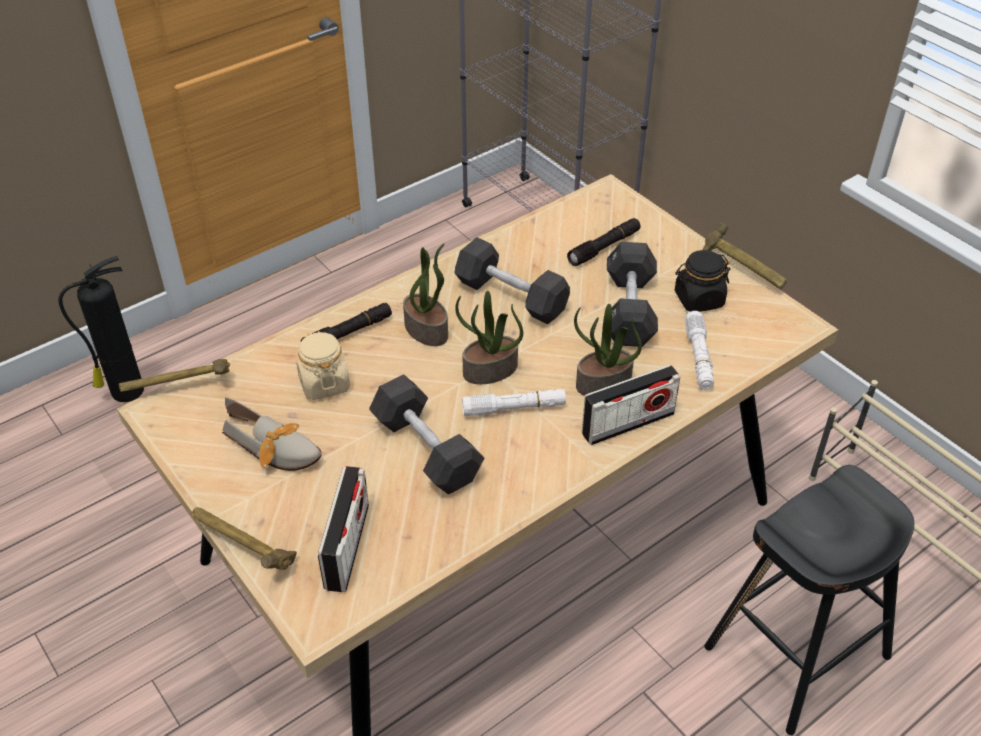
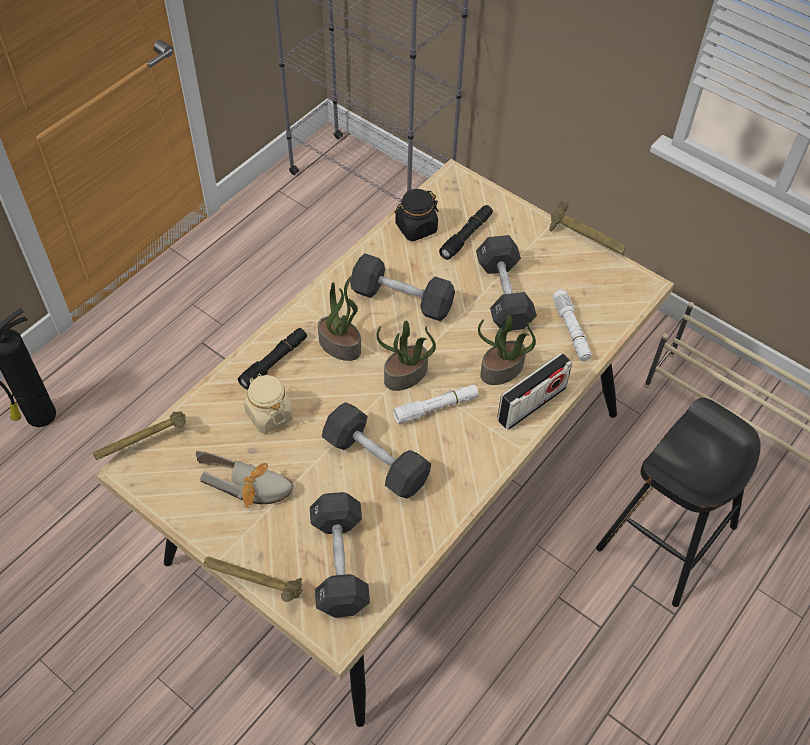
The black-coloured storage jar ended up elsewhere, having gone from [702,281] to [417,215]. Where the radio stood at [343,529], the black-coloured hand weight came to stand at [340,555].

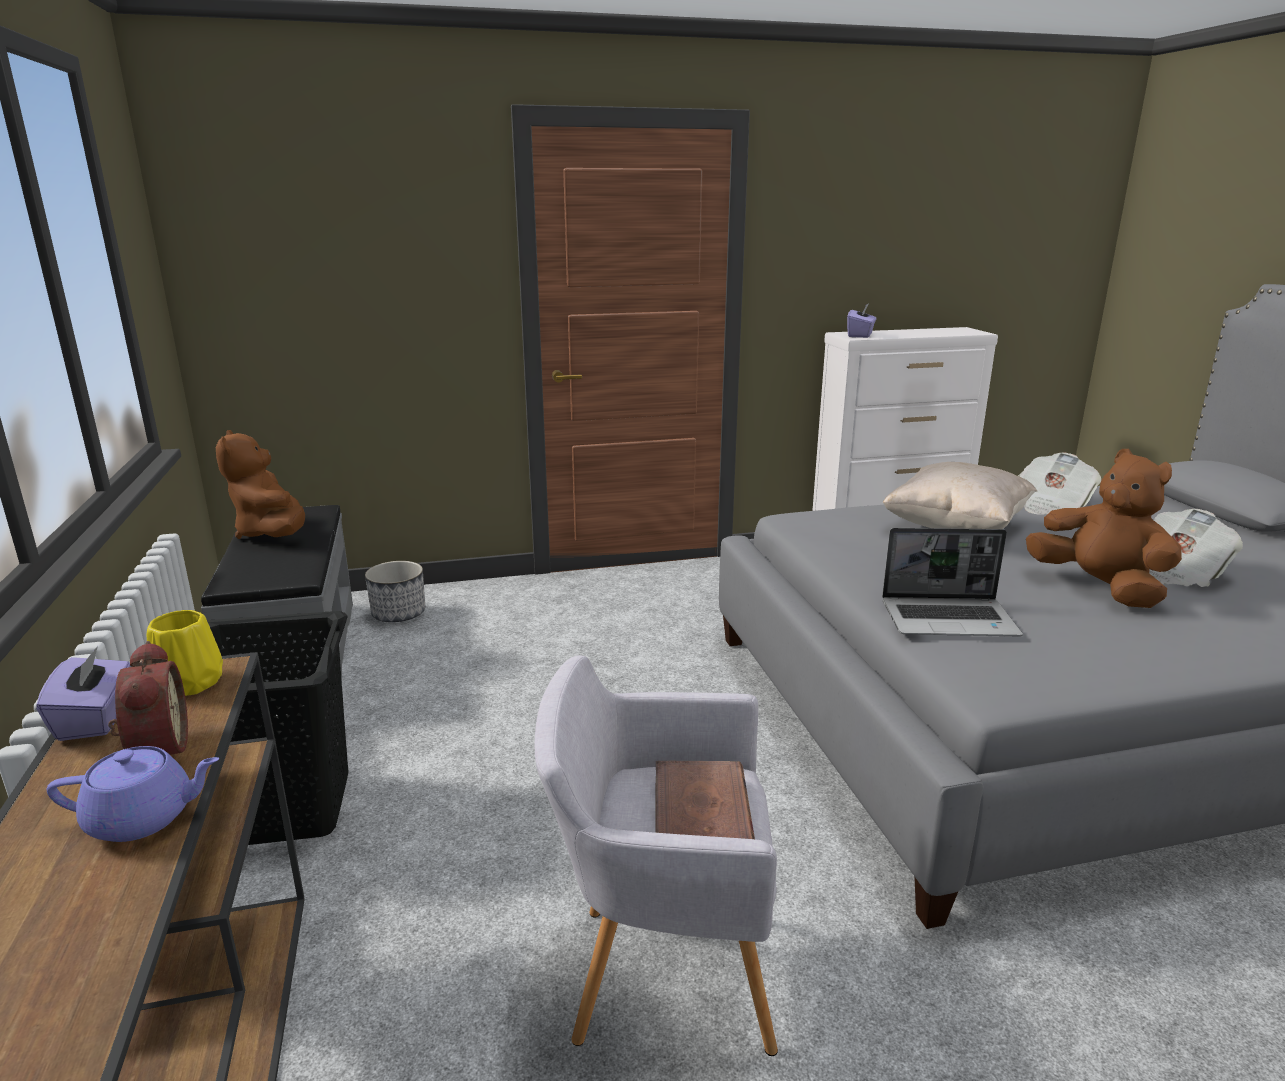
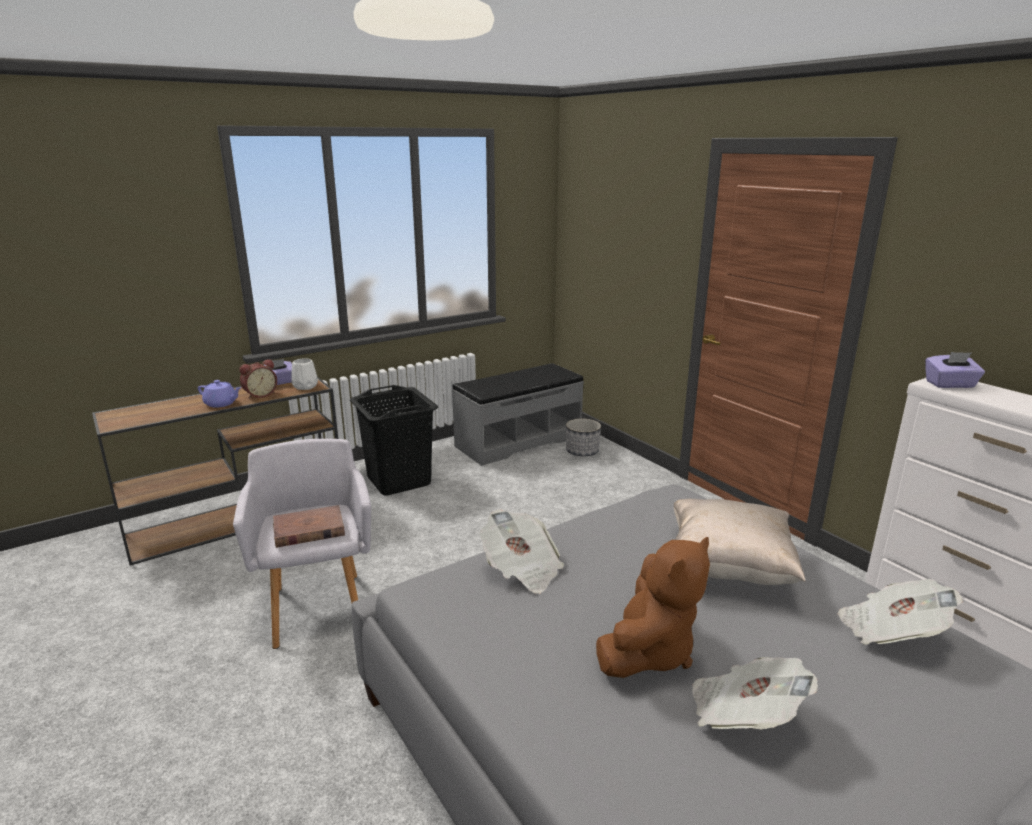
The second view lost the brown plush toy at [260,484]. Where the laptop stood at [952,582], the daily paper came to stand at [521,551]. What was the yellowish vase at [185,653] turned into the white-coloured vase at [304,374]. The purplish teapot at [133,794] ended up facing another way, 45 degrees counterclockwise from before.

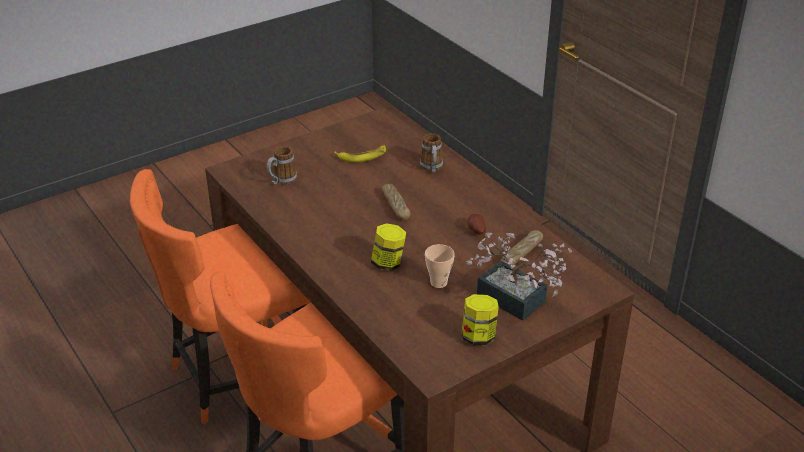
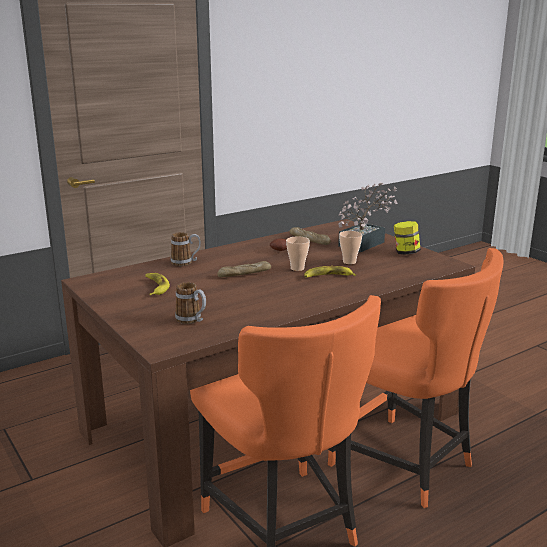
The second view gained the cup at [298,253]. Where the storage jar stood at [388,247], the banana fruit came to stand at [330,271].

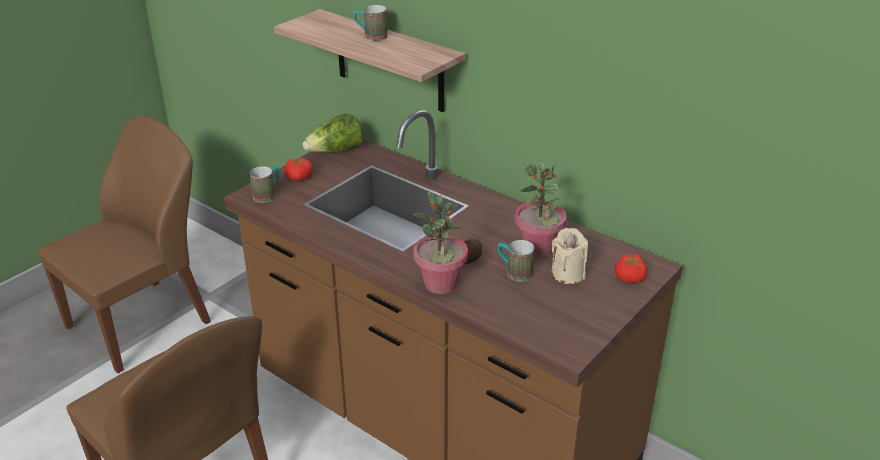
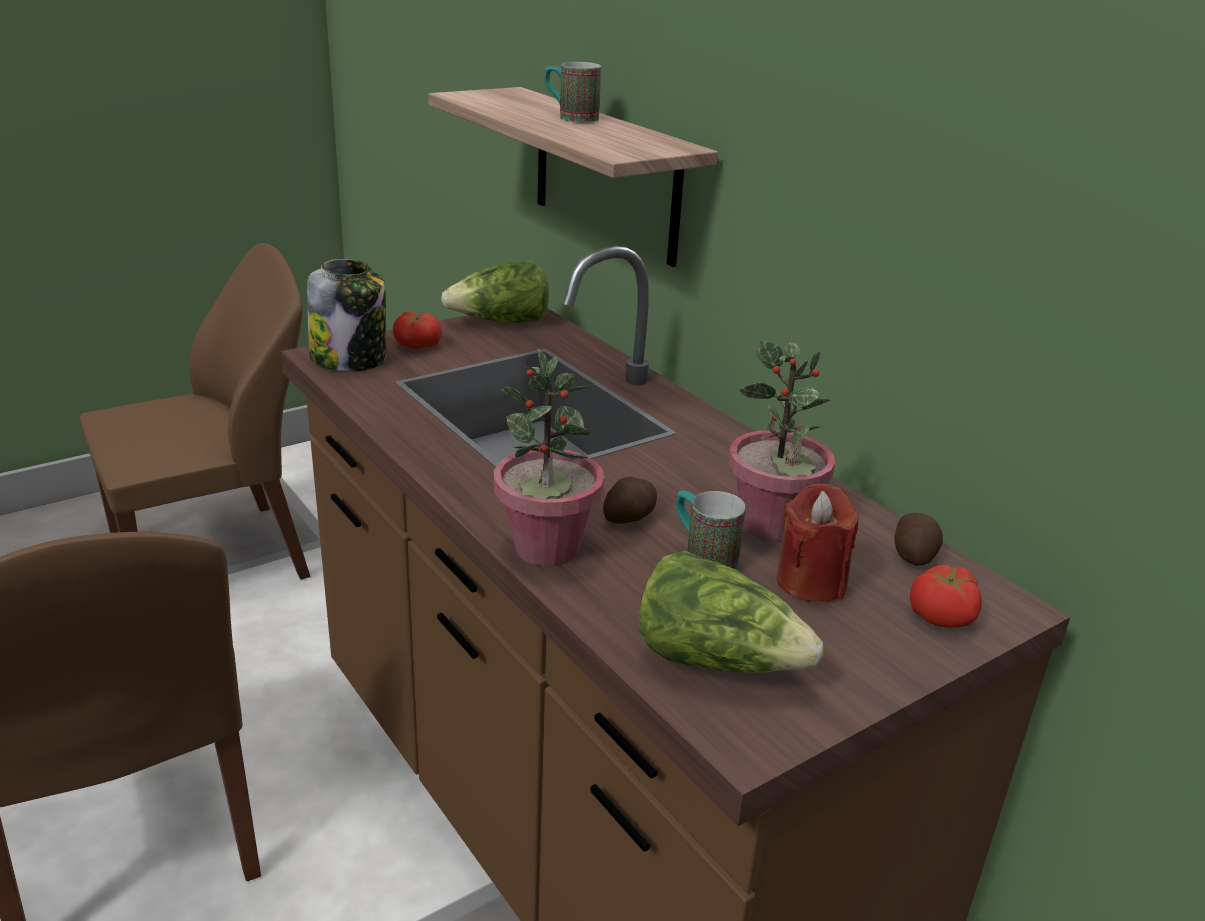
The second view gained the lettuce head at [730,612]. The second view gained the potato at [918,539]. Where the tea mug stood at [264,184], the storage jar came to stand at [346,315]. What was the beige-coloured wax candle at [569,256] turned into the reddish wax candle at [817,542].

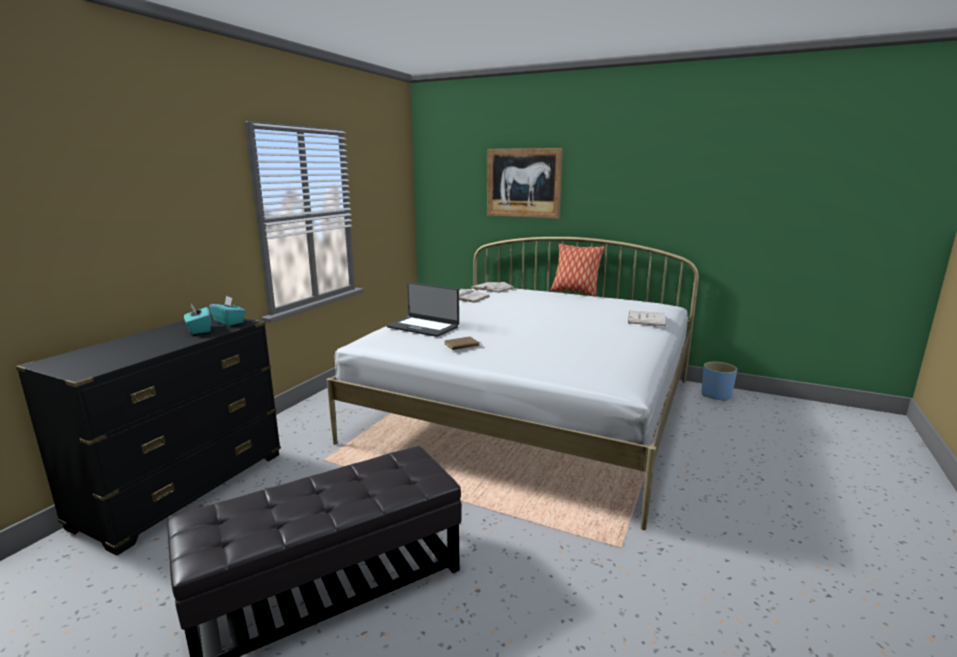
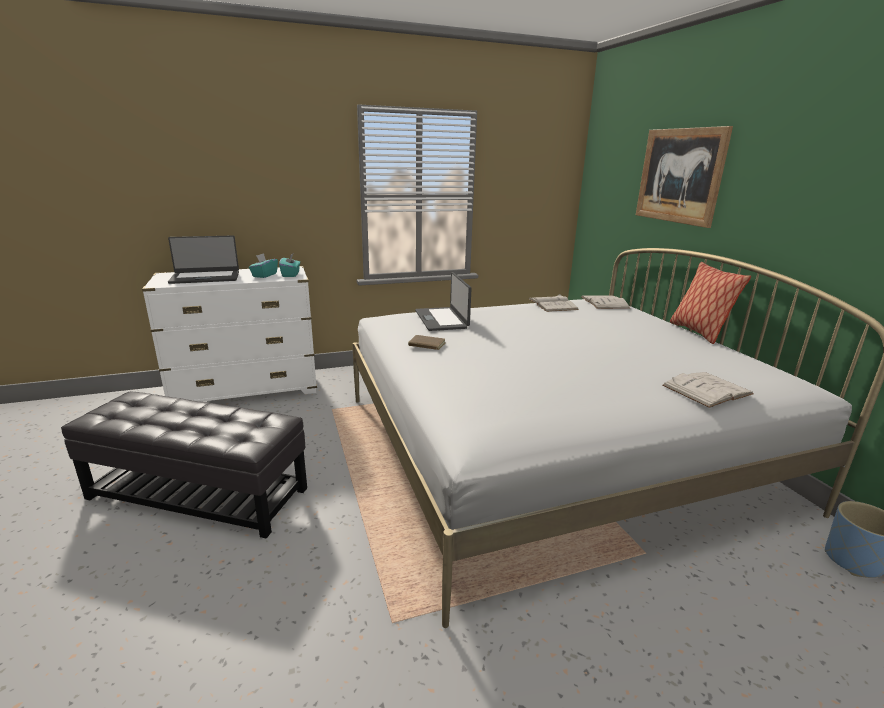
The second view gained the laptop at [203,260]. What was the black-coloured drawer chest at [148,434] turned into the white-coloured drawer chest at [229,334].

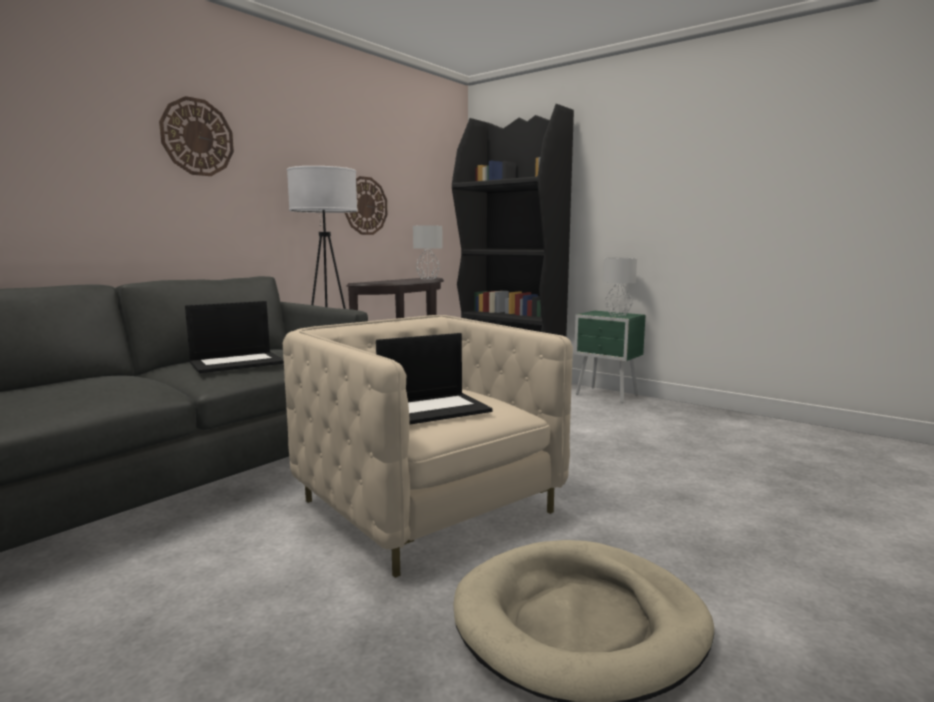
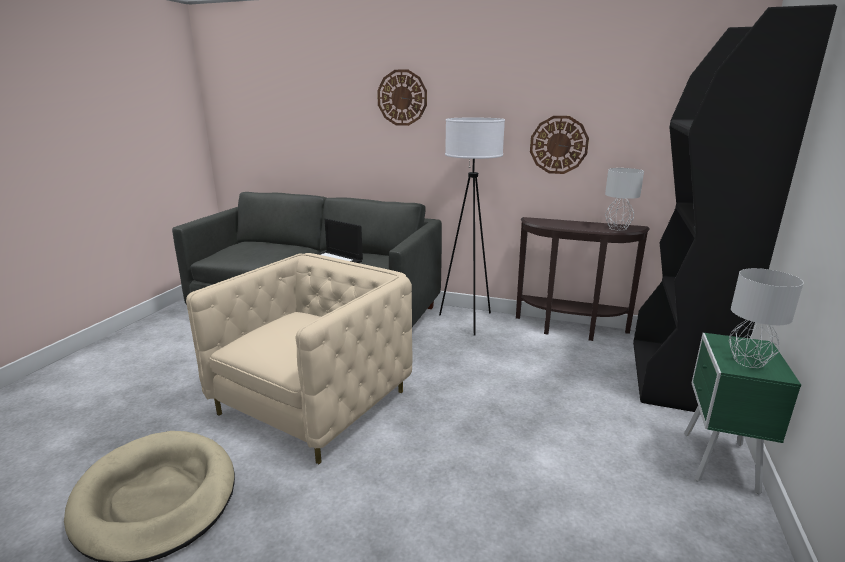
The second view lost the laptop at [434,379].

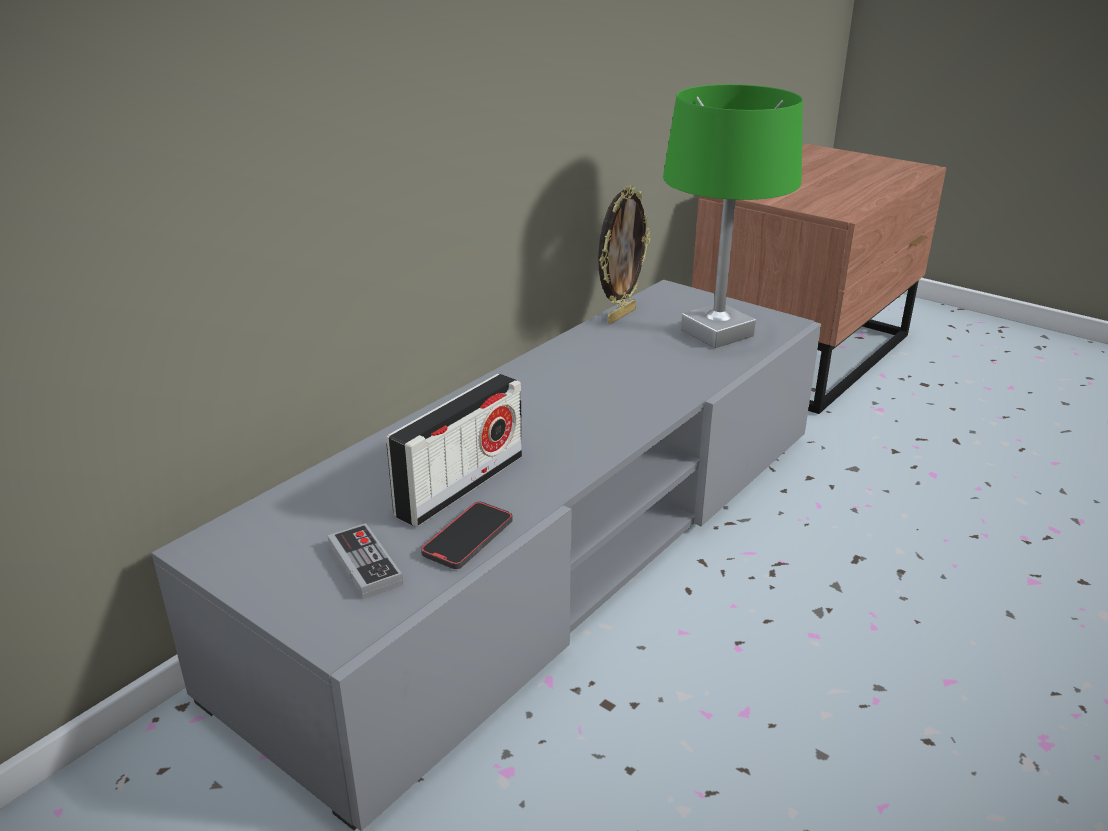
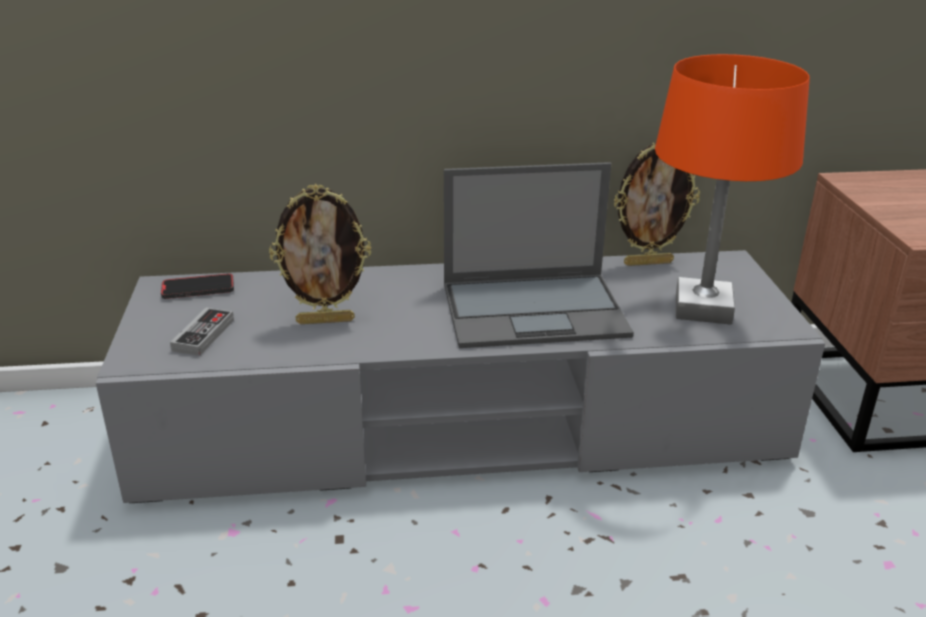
The second view gained the laptop at [539,255]. The phone ended up elsewhere, having gone from [467,535] to [197,286]. Where the radio stood at [454,450], the standing frame came to stand at [320,254]. What was the green table lamp at [733,216] turned into the orange-coloured table lamp at [732,189].

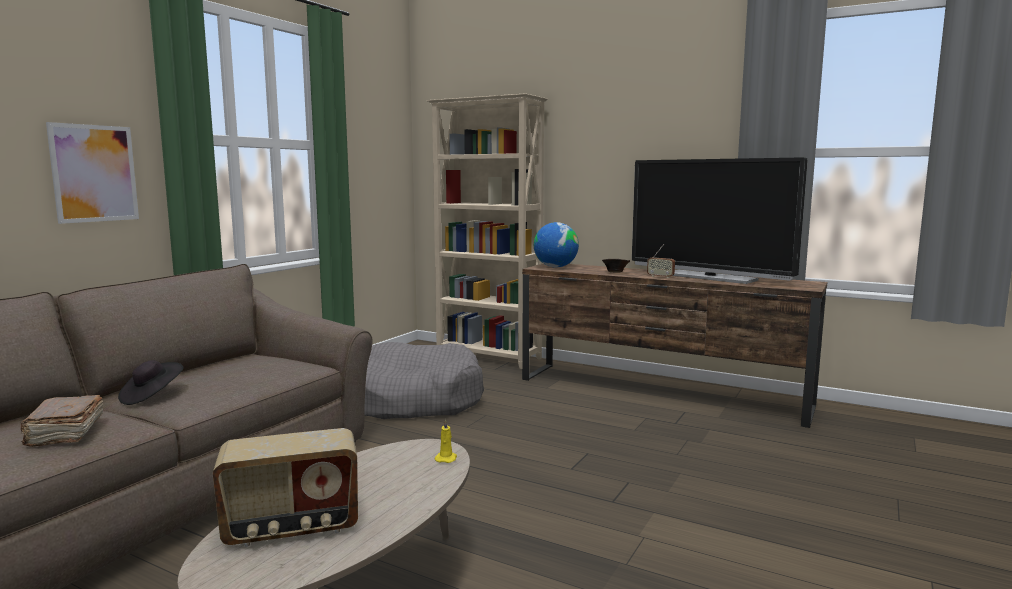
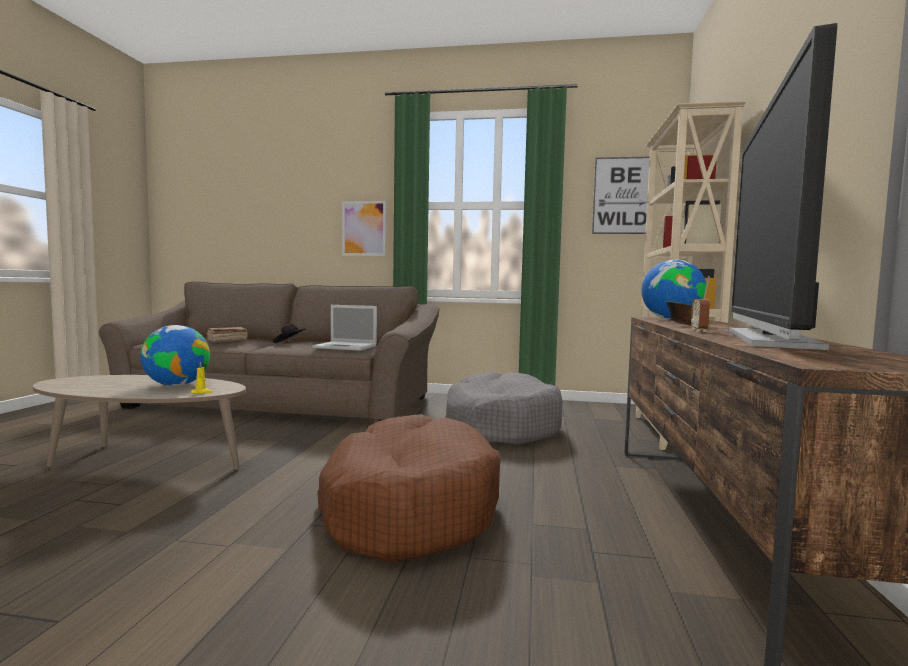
The second view lost the radio at [285,487]. The second view gained the world globe at [175,355]. The second view gained the laptop at [344,328]. The second view gained the brown dog bed at [409,488]. The second view gained the picture at [621,195].

